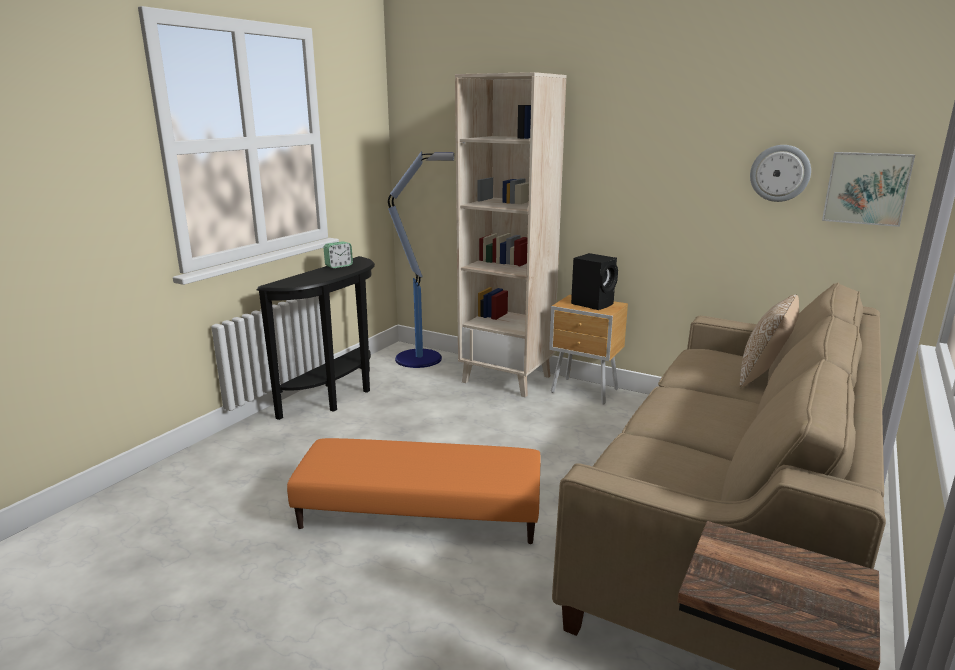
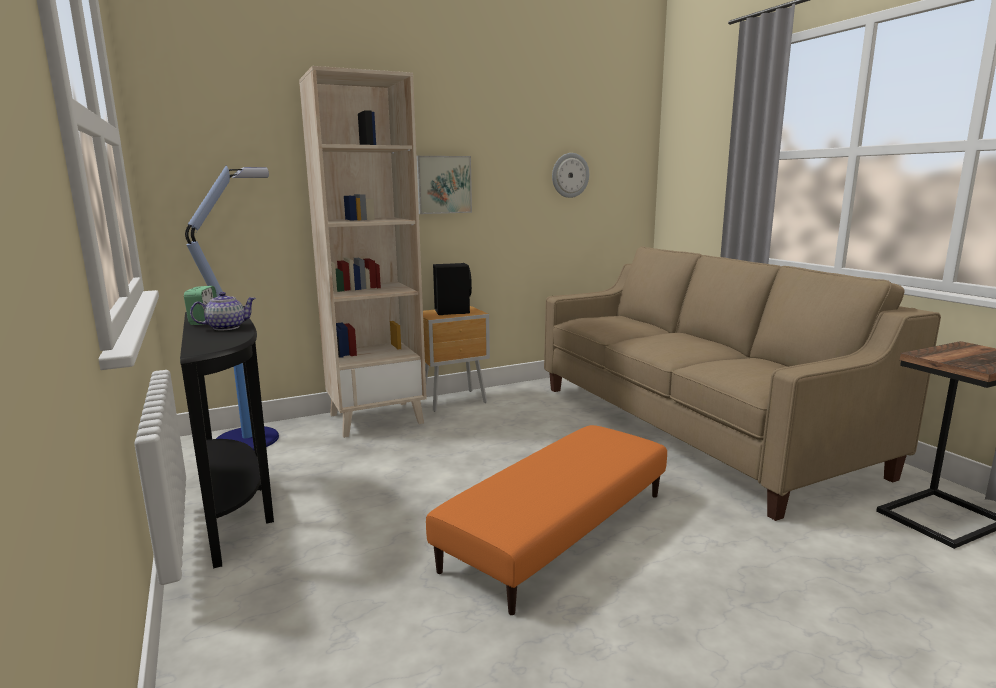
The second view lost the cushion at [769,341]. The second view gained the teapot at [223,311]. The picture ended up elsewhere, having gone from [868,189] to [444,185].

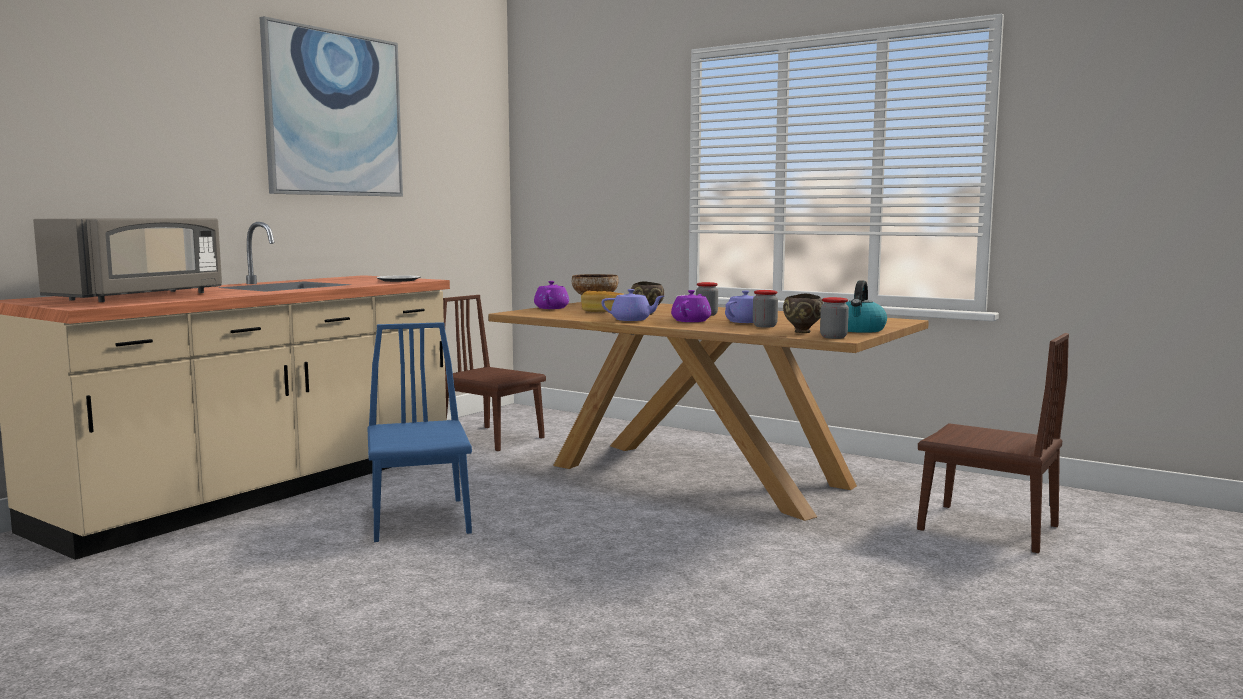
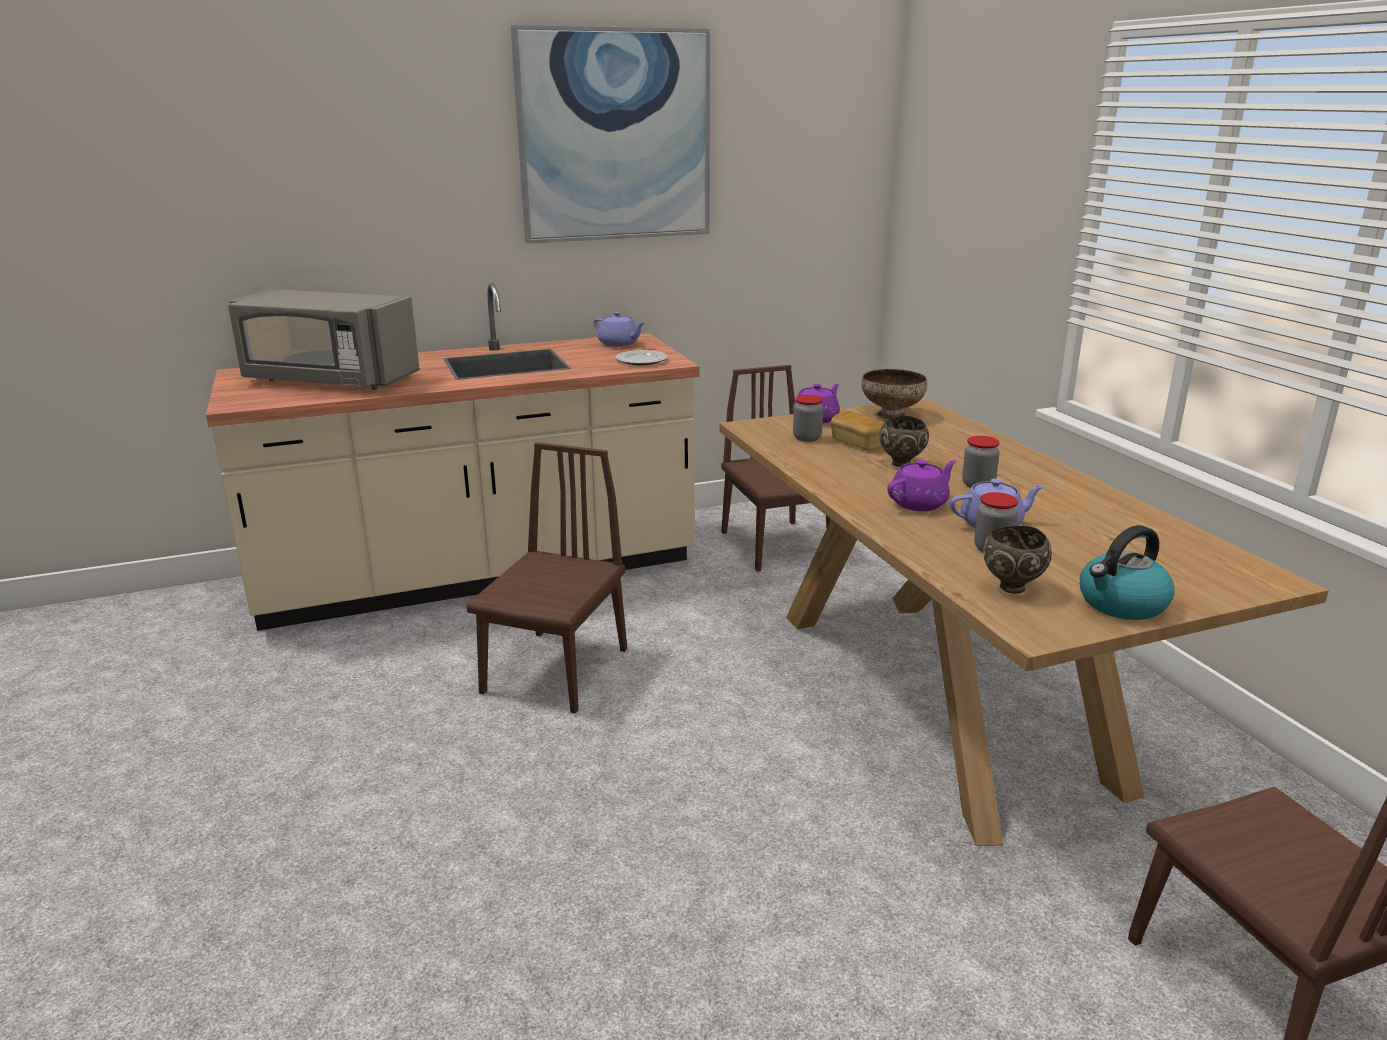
The purplish teapot ended up elsewhere, having gone from [632,305] to [619,329]. The storage jar ended up elsewhere, having gone from [834,318] to [808,418]. What was the blue-coloured chair at [419,432] turned into the brown chair at [546,578]. The gray microwave at [127,260] ended up facing another way, 45 degrees clockwise from before.

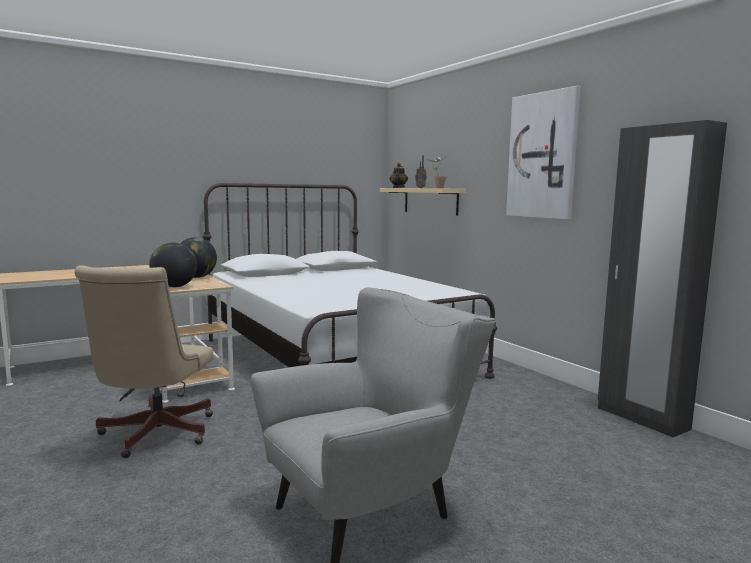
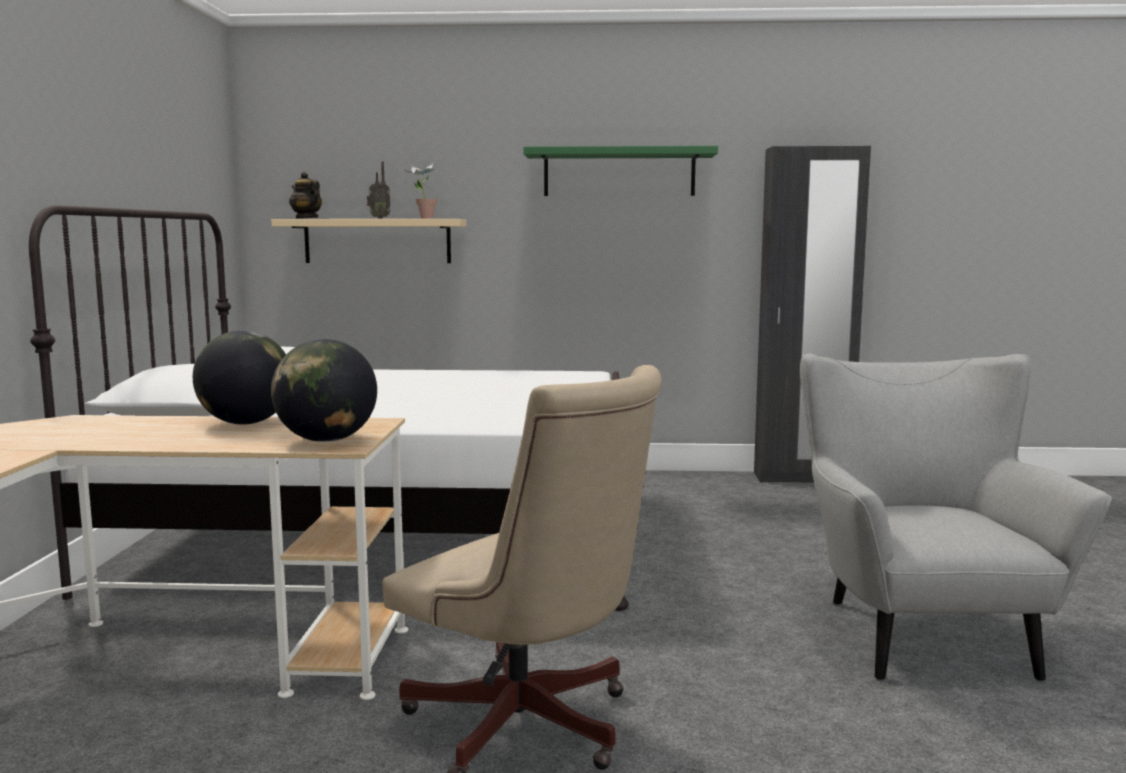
Where the picture hung at [543,152], the green bracket shelf came to hang at [620,171].

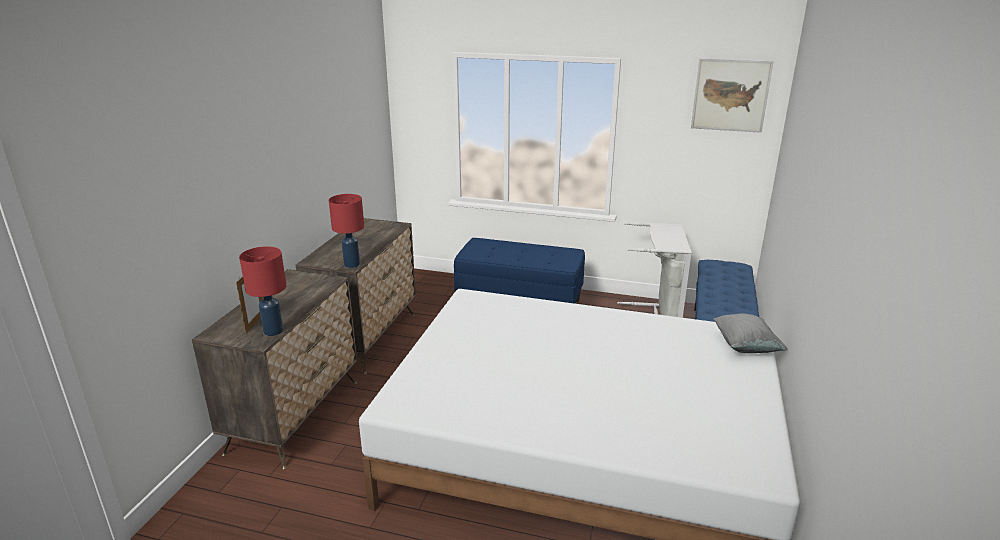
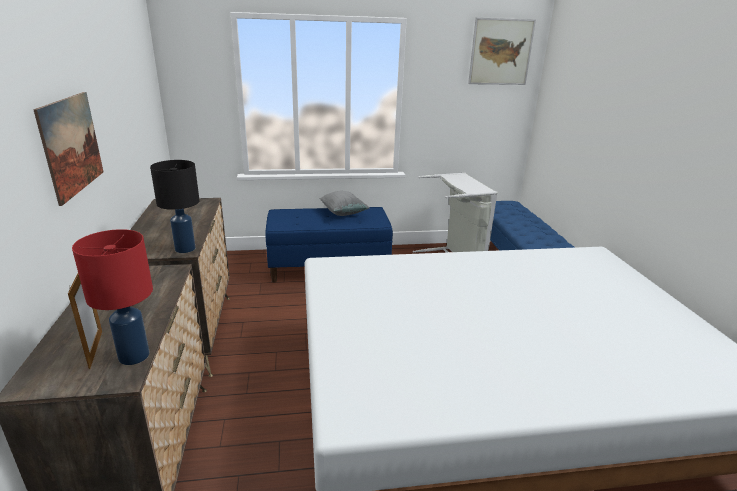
The second view gained the picture at [68,149]. The gray cushion ended up elsewhere, having gone from [750,333] to [344,203]. What was the reddish table lamp at [346,231] turned into the black-coloured table lamp at [175,206].

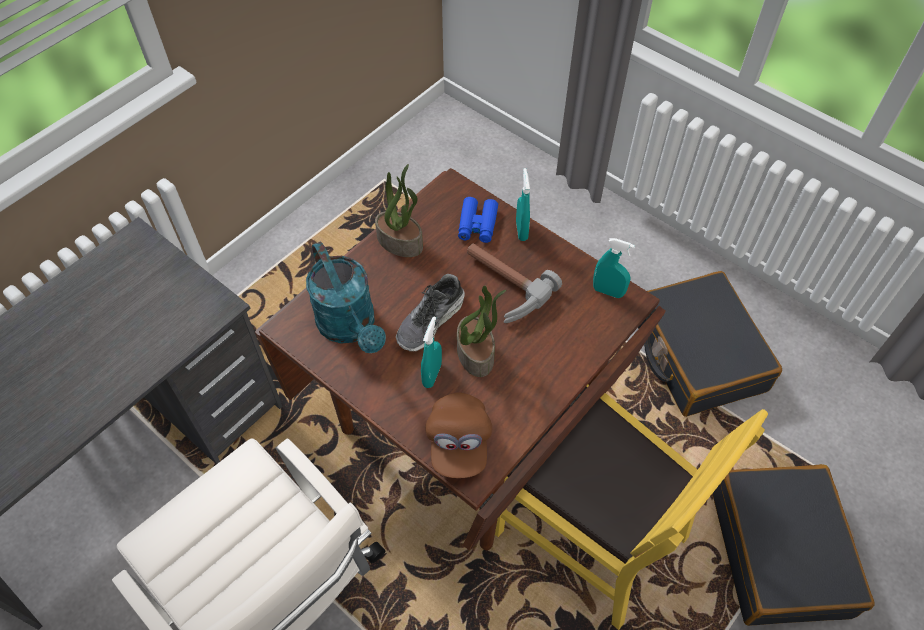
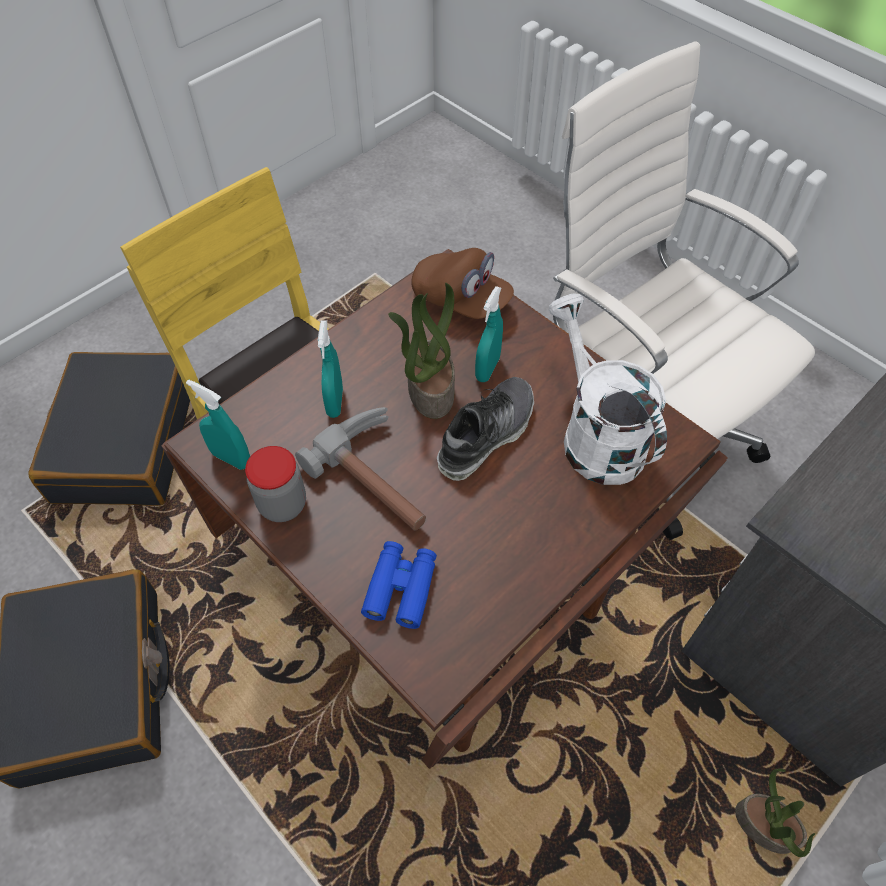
The second view gained the storage jar at [275,484]. The potted plant ended up elsewhere, having gone from [399,210] to [775,812]. The turquoise-coloured hand sprayer ended up elsewhere, having gone from [523,204] to [330,369]. What was the turquoise-coloured sprinkling can at [346,297] turned into the white-coloured sprinkling can at [607,389]. The brown baseball cap at [458,435] ended up facing another way, 120 degrees clockwise from before.

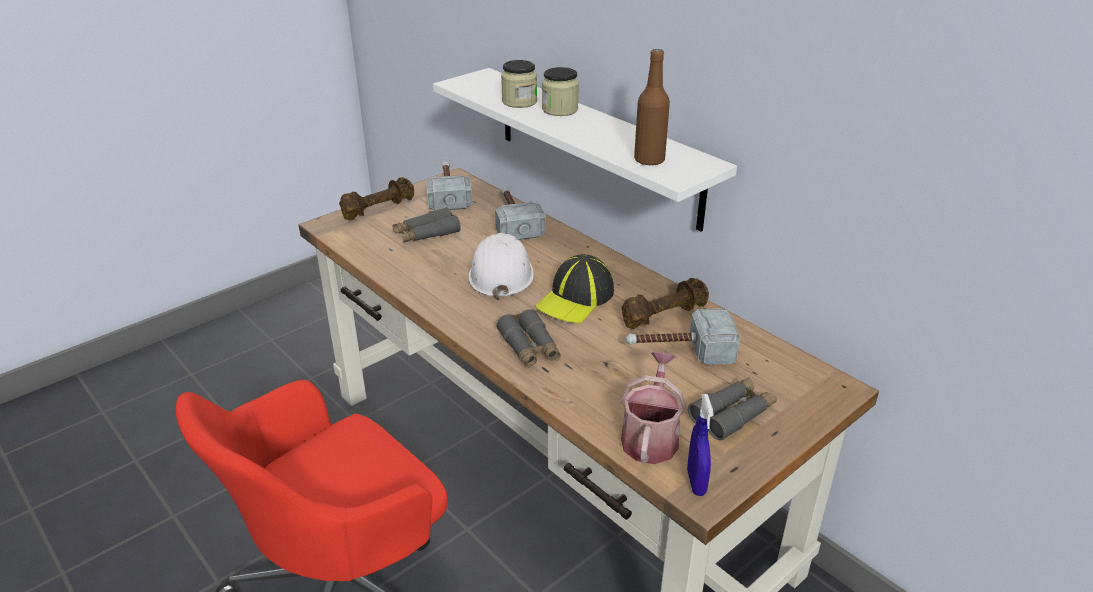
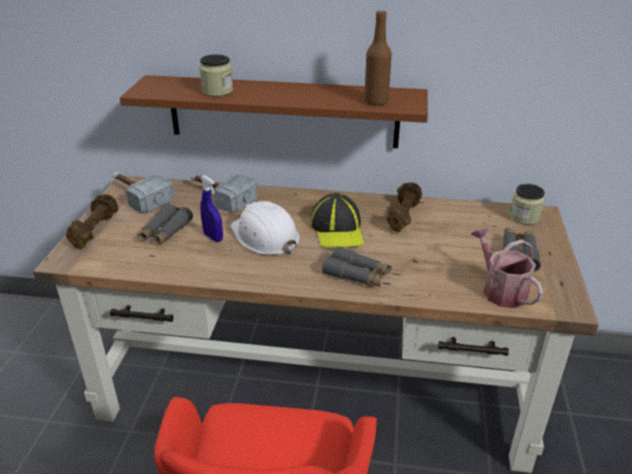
The second view lost the hand hammer at [683,336]. The storage jar ended up elsewhere, having gone from [560,91] to [527,204]. The blue-coloured hand sprayer ended up elsewhere, having gone from [700,445] to [211,208]. What was the white-coloured bracket shelf at [585,149] turned into the brown bracket shelf at [274,111].

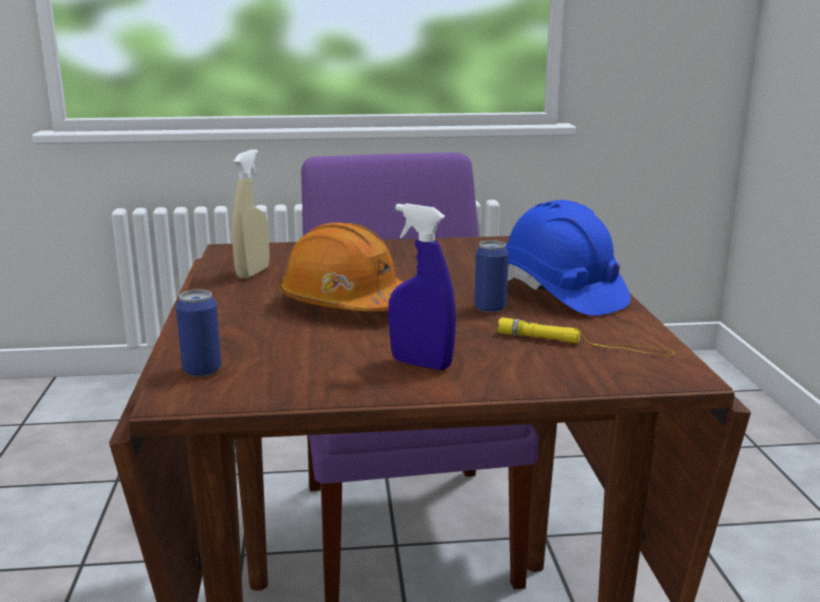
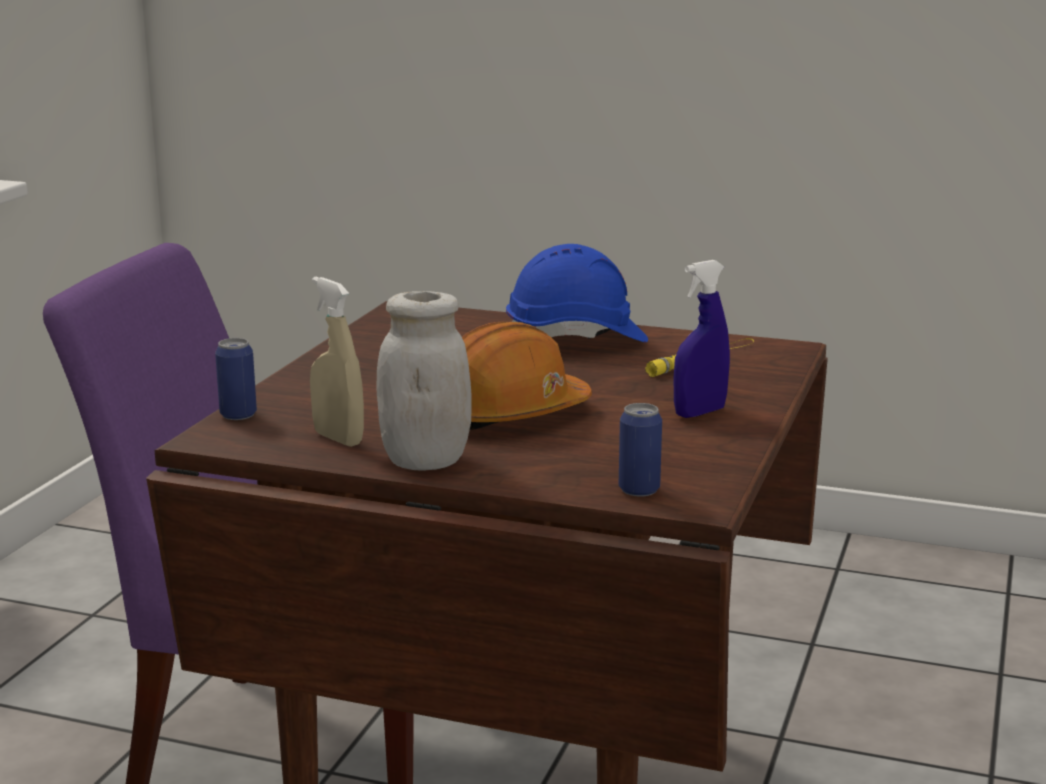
The second view gained the white-coloured storage jar at [424,380]. The metal can ended up elsewhere, having gone from [491,276] to [236,379].

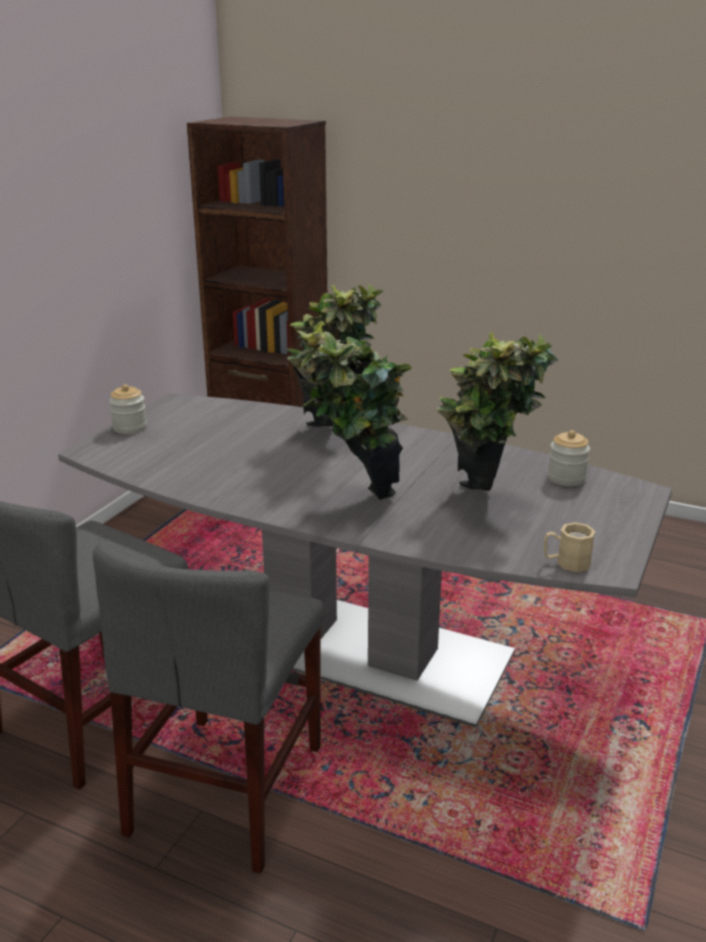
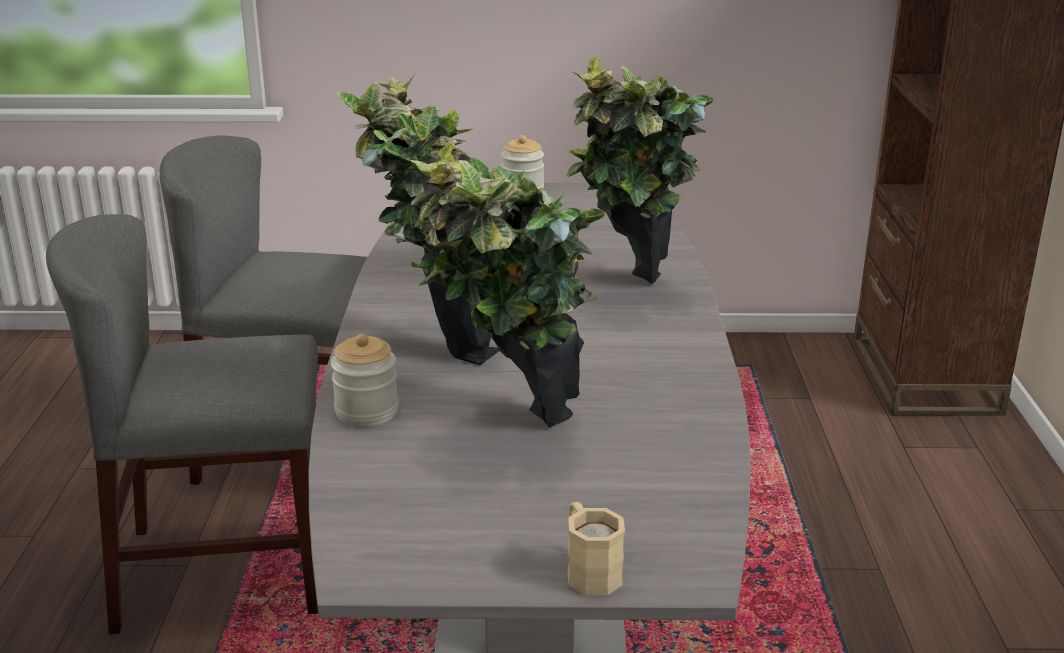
The beige-coloured tea mug ended up elsewhere, having gone from [569,547] to [596,548]. The storage jar ended up elsewhere, having gone from [569,458] to [364,380].

